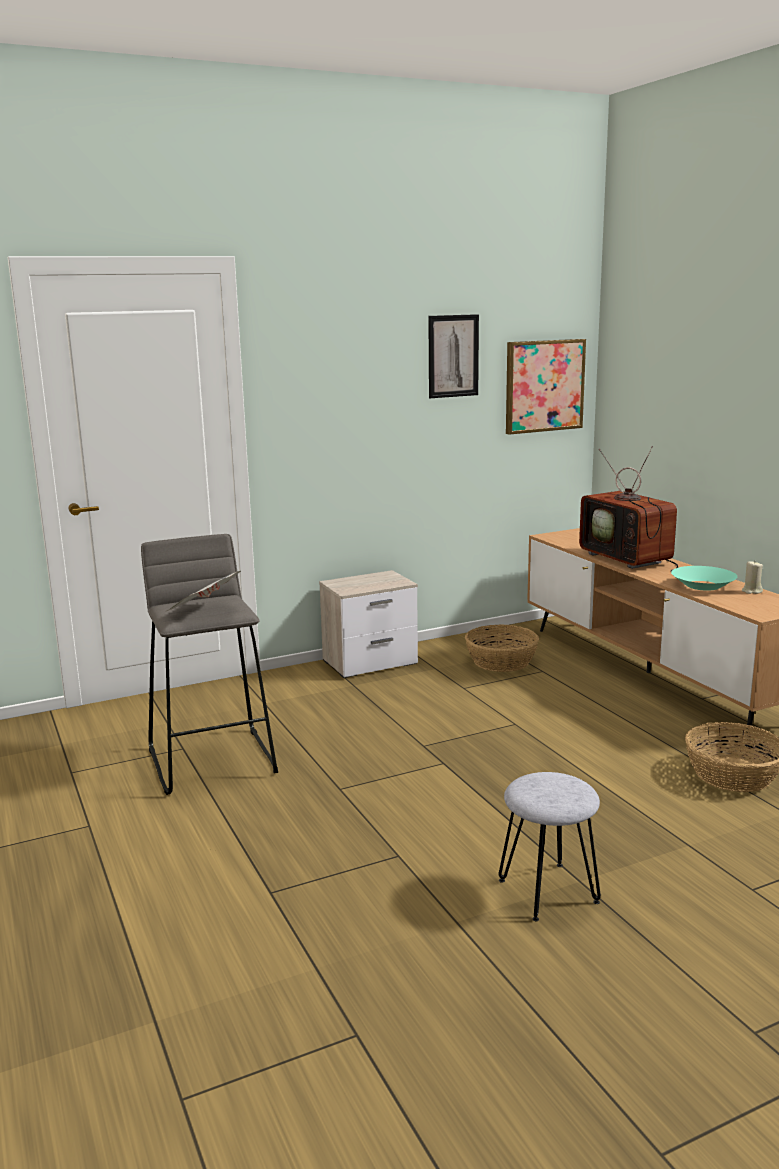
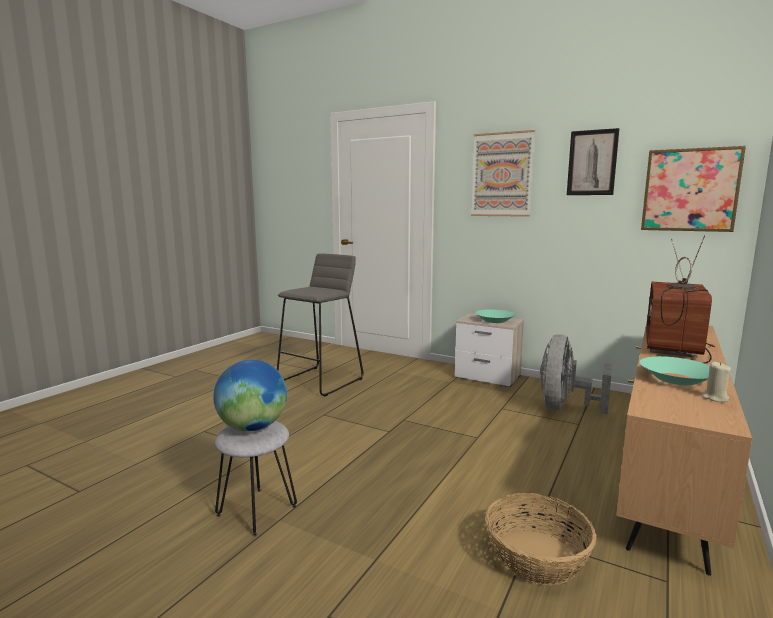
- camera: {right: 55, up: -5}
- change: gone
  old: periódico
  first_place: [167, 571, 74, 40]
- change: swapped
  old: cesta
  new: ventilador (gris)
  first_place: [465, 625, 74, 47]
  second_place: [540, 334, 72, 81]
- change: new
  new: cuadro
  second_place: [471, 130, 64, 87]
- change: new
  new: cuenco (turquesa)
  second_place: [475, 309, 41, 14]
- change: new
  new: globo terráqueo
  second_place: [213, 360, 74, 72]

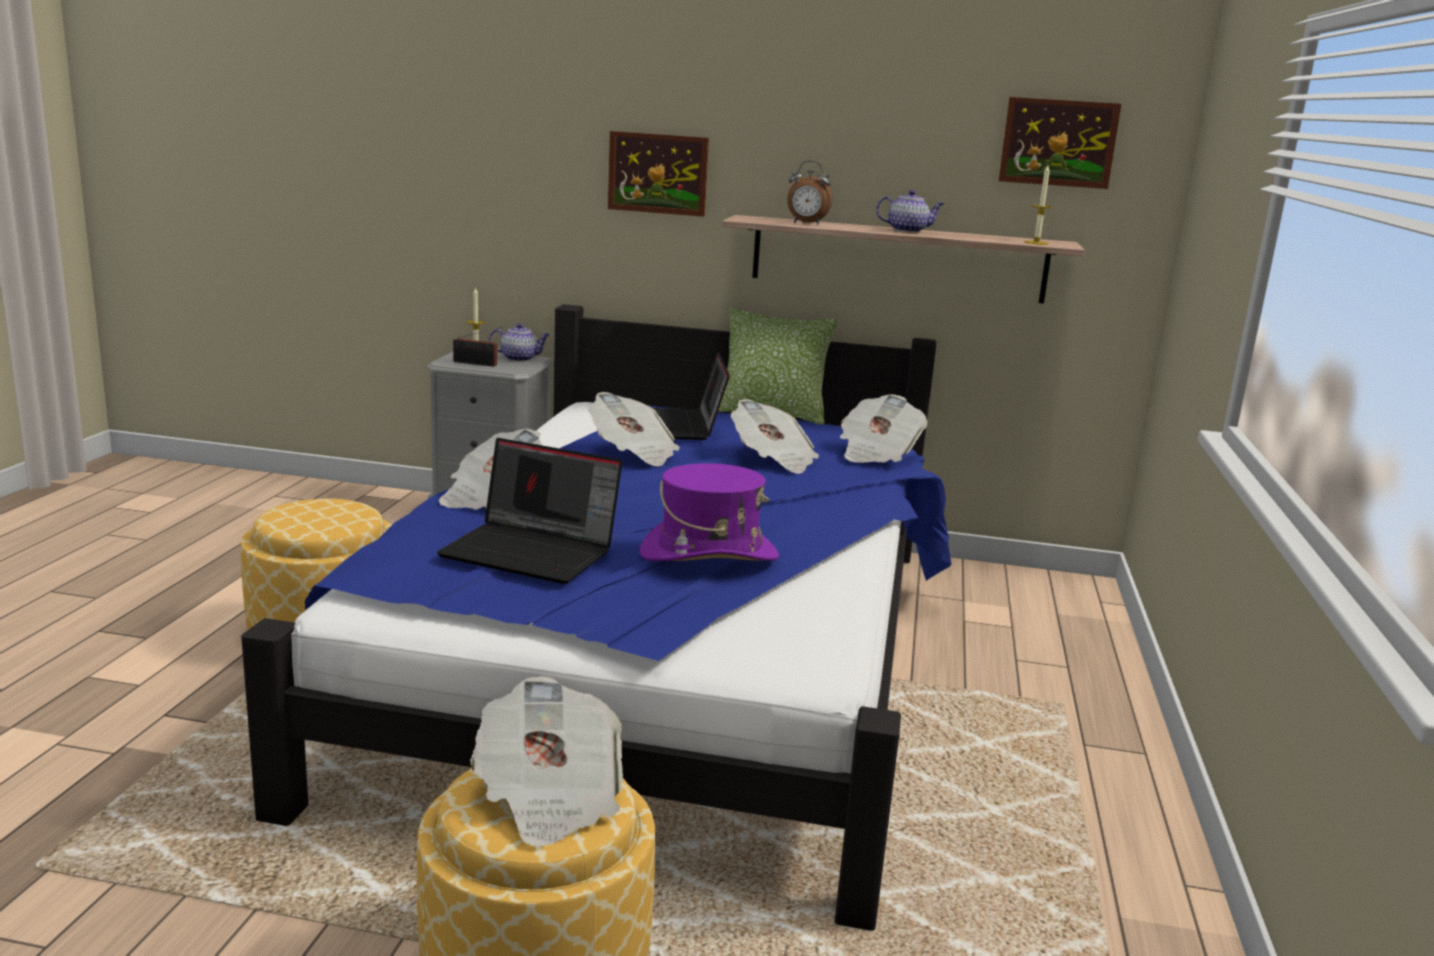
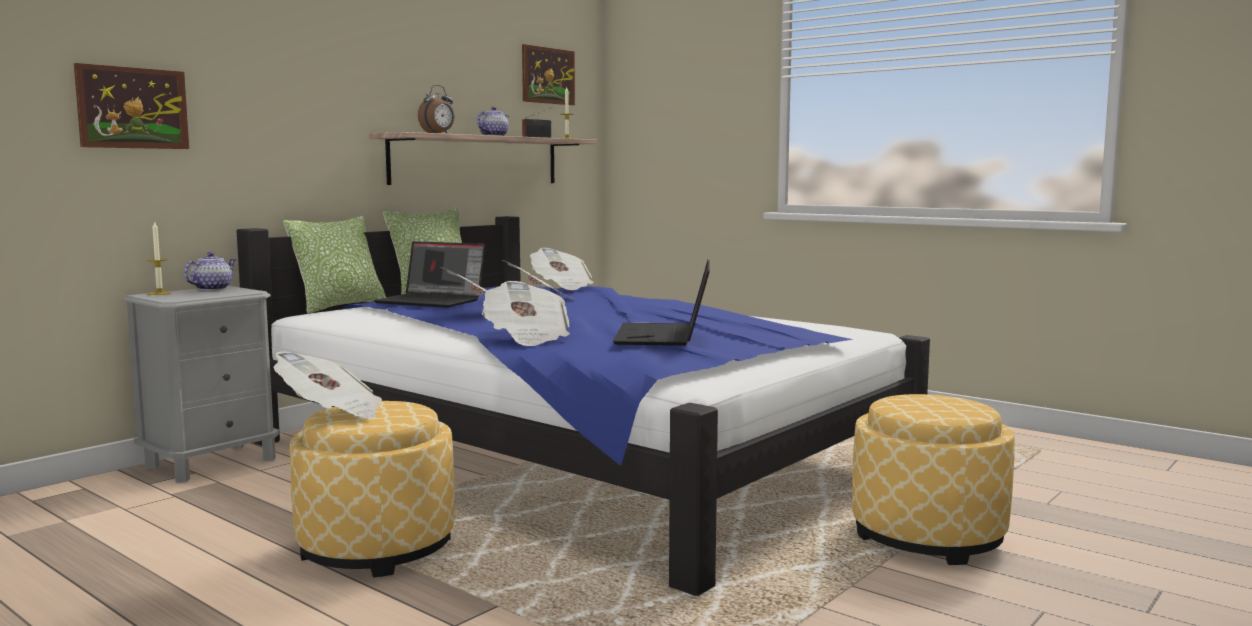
- camera: {right: -60, up: -10}
- change: shifted
  old: cuadro
  first_place: [608, 131, 101, 86]
  second_place: [74, 63, 115, 86]
- change: shifted
  old: radio
  first_place: [453, 327, 48, 40]
  second_place: [522, 108, 29, 30]
- change: rotated
  old: portátil
  first_place: [437, 438, 185, 146]
  second_place: [613, 259, 97, 87]
  degrees: 135
- change: gone
  old: sombrero (morado)
  first_place: [639, 463, 140, 98]
- change: shifted
  old: periódico
  first_place: [470, 676, 153, 171]
  second_place: [273, 351, 109, 68]
- change: new
  new: cojín
  second_place: [283, 216, 103, 98]

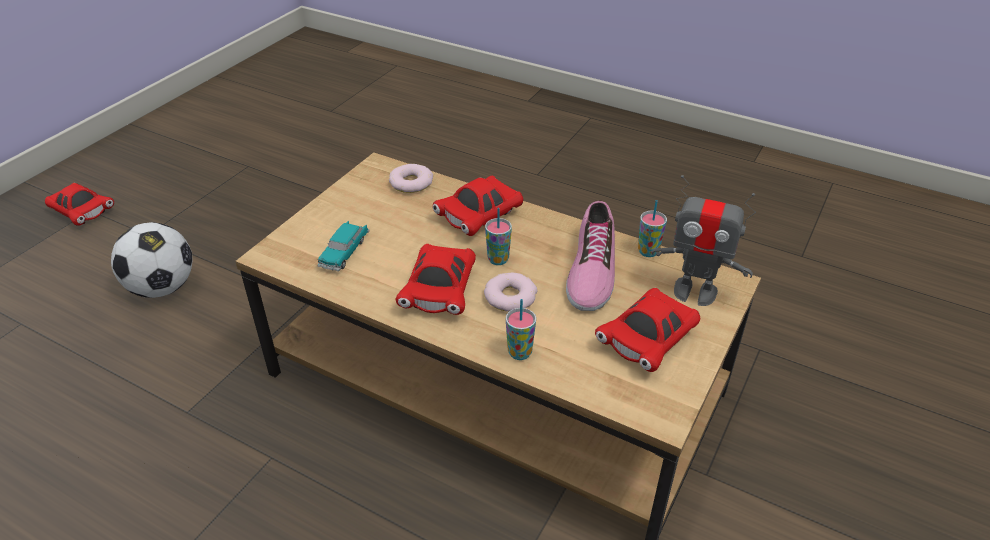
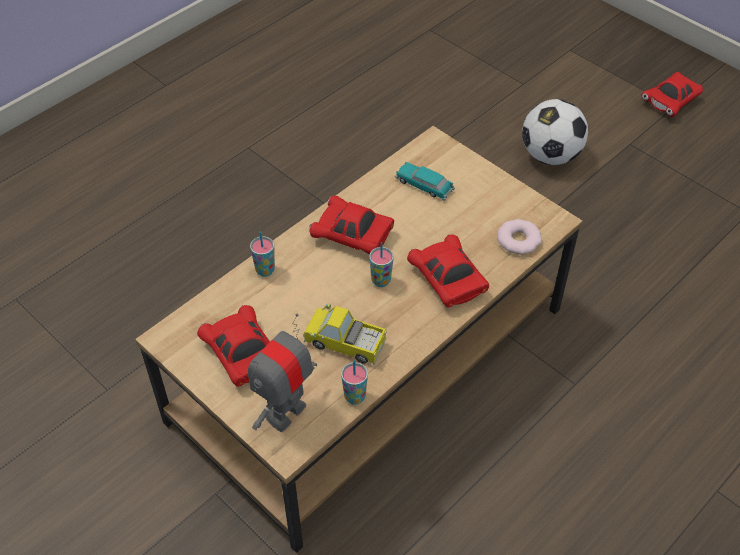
- camera: {right: 105, up: 10}
- change: swapped
  old: zapato
  new: camión de juguete
  first_place: [566, 200, 49, 111]
  second_place: [303, 304, 84, 61]
- change: gone
  old: rosquilla
  first_place: [484, 273, 54, 39]

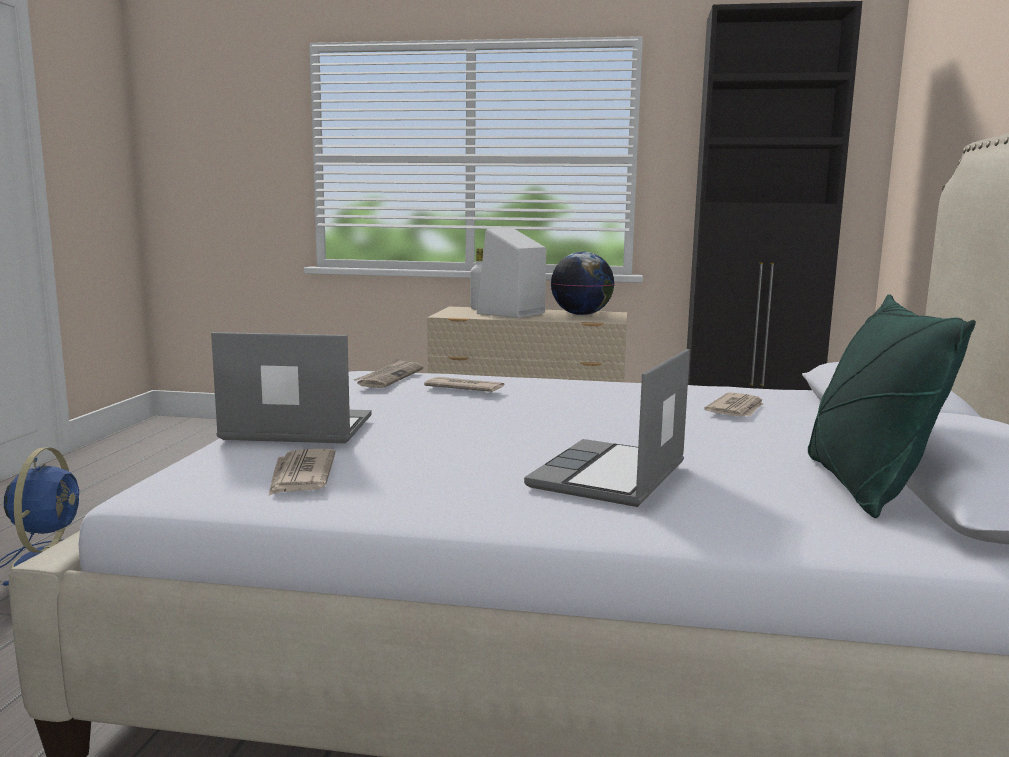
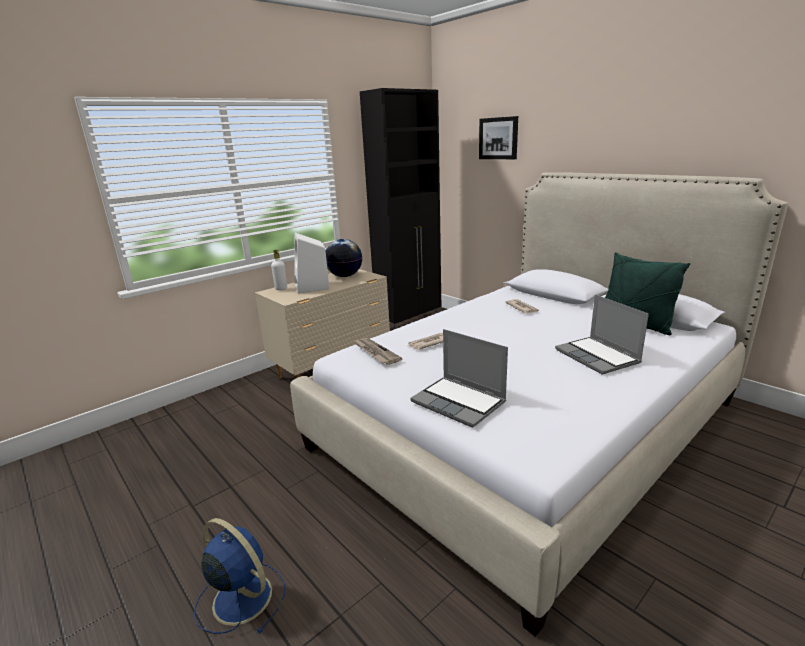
- camera: {right: -50, up: 10}
- change: rotated
  old: portátil
  first_place: [211, 332, 160, 111]
  second_place: [410, 329, 98, 99]
  degrees: -90
- change: gone
  old: periódico
  first_place: [268, 449, 68, 47]
- change: new
  new: cuadro
  second_place: [479, 116, 39, 43]

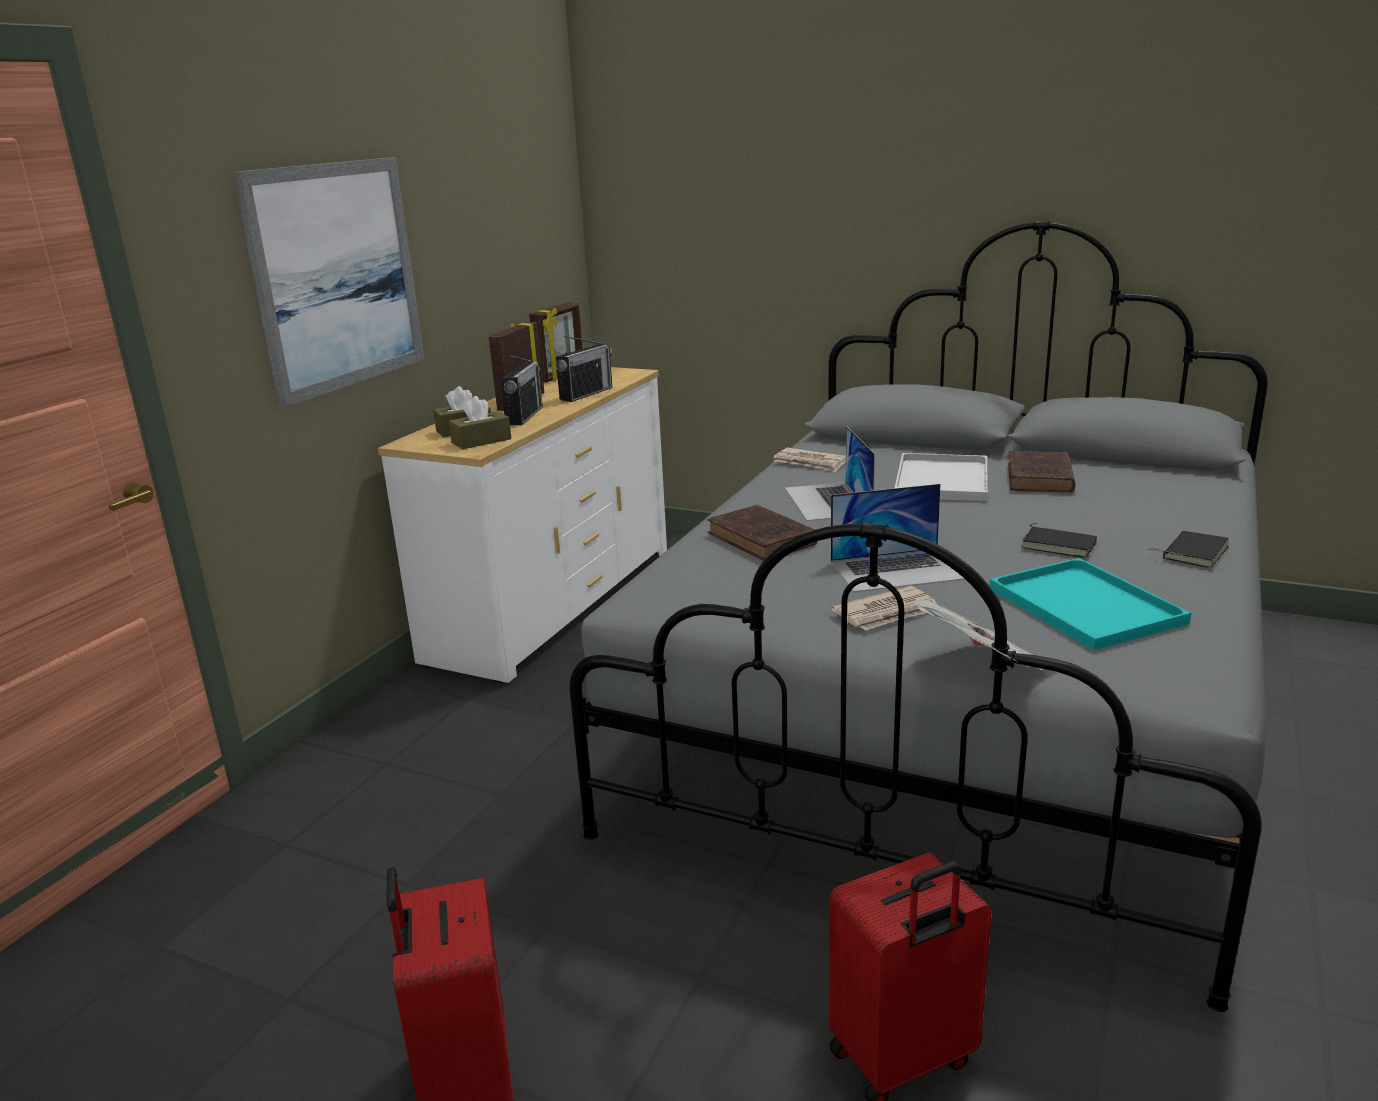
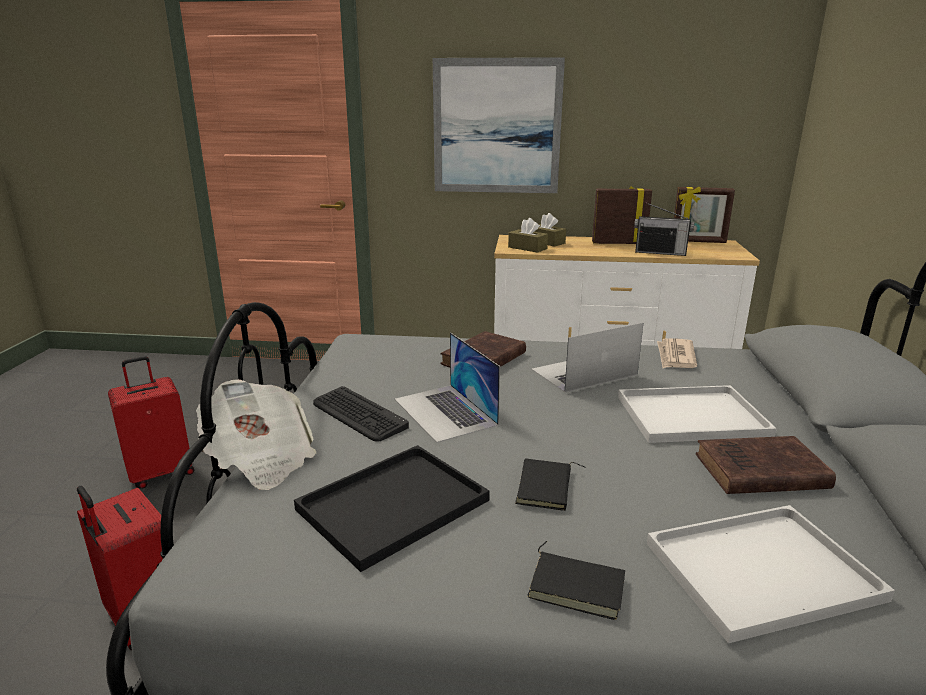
- camera: {right: 70, up: 0}
- change: gone
  old: radio
  first_place: [500, 355, 43, 70]
- change: repainted
  old: bandeja (turquesa)
  new: bandeja (negro)
  first_place: [990, 558, 201, 92]
  second_place: [294, 445, 196, 127]
- change: swapped
  old: periódico
  new: teclado
  first_place: [831, 586, 106, 44]
  second_place: [313, 386, 96, 56]
- change: new
  new: bandeja (blanco)
  second_place: [647, 505, 248, 138]

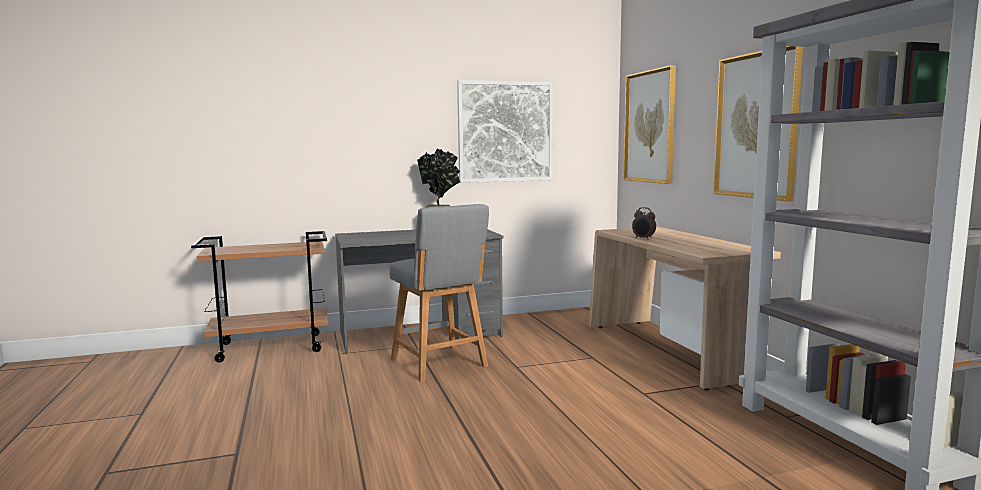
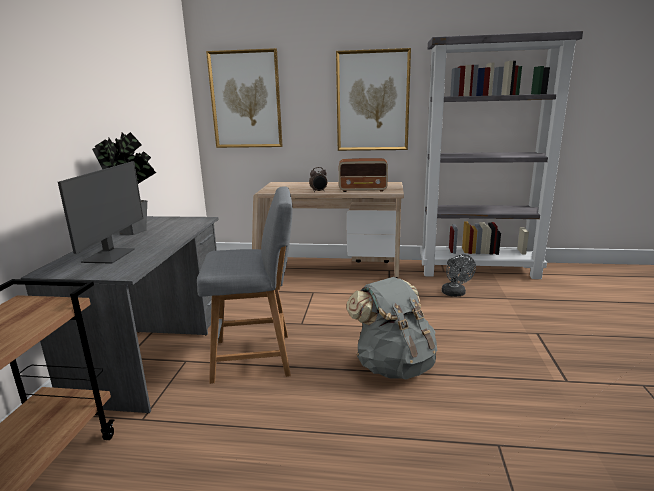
- camera: {right: -65, up: 10}
- change: gone
  old: cuadro
  first_place: [457, 80, 96, 103]
- change: new
  new: radio
  second_place: [339, 158, 49, 34]
- change: new
  new: monitor
  second_place: [58, 161, 86, 103]
- change: new
  new: ventilador (gris)
  second_place: [442, 254, 34, 43]
- change: new
  new: mochila (gris)
  second_place: [347, 277, 91, 102]

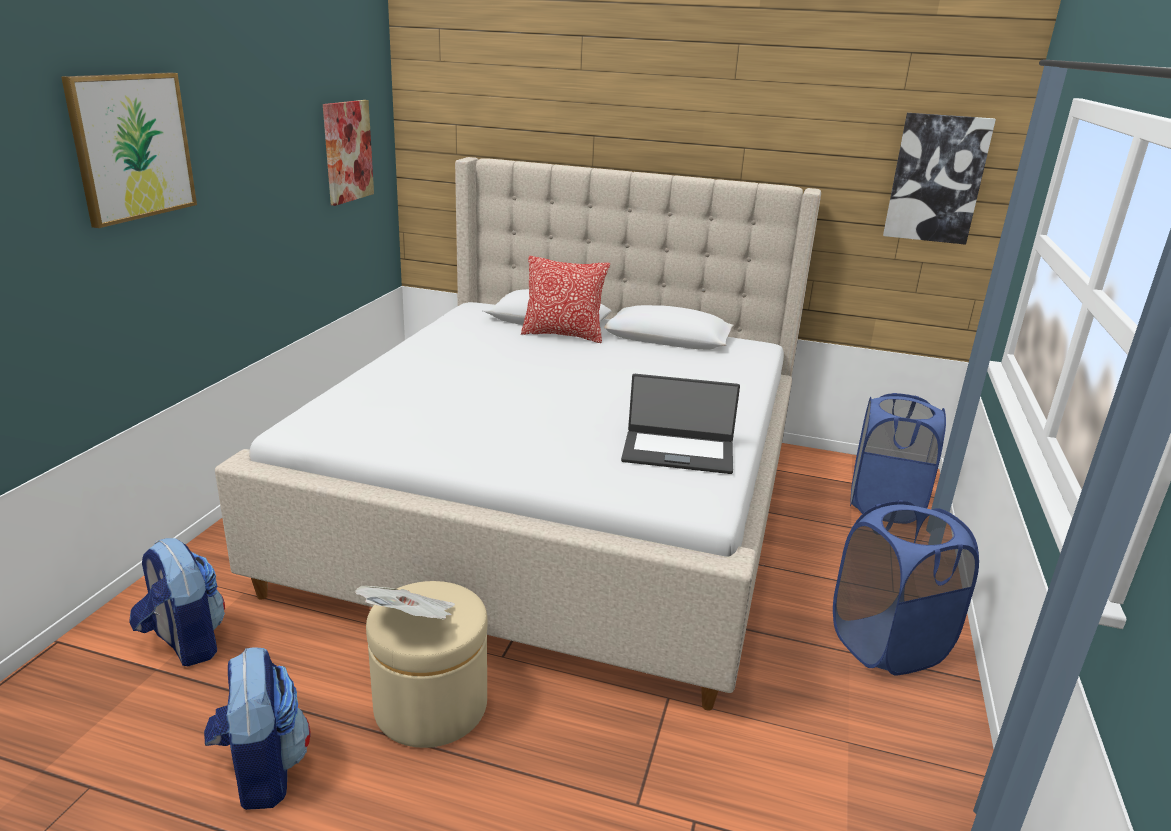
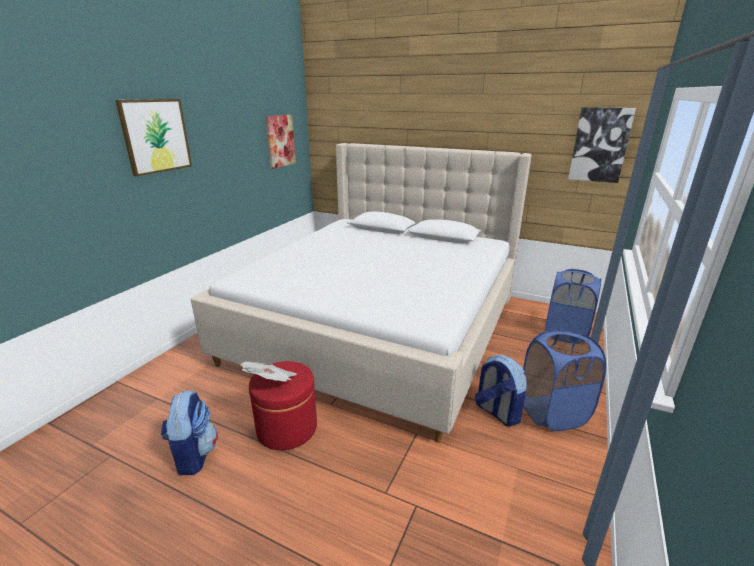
- camera: {right: 10, up: 0}
- change: gone
  old: cojín
  first_place: [521, 256, 89, 87]
- change: gone
  old: portátil
  first_place: [621, 374, 119, 100]
- change: shifted
  old: mochila
  first_place: [129, 538, 96, 128]
  second_place: [475, 355, 52, 71]
- change: repainted
  old: puf (beis)
  new: puf (rojo)
  first_place: [366, 581, 121, 167]
  second_place: [249, 361, 68, 89]

